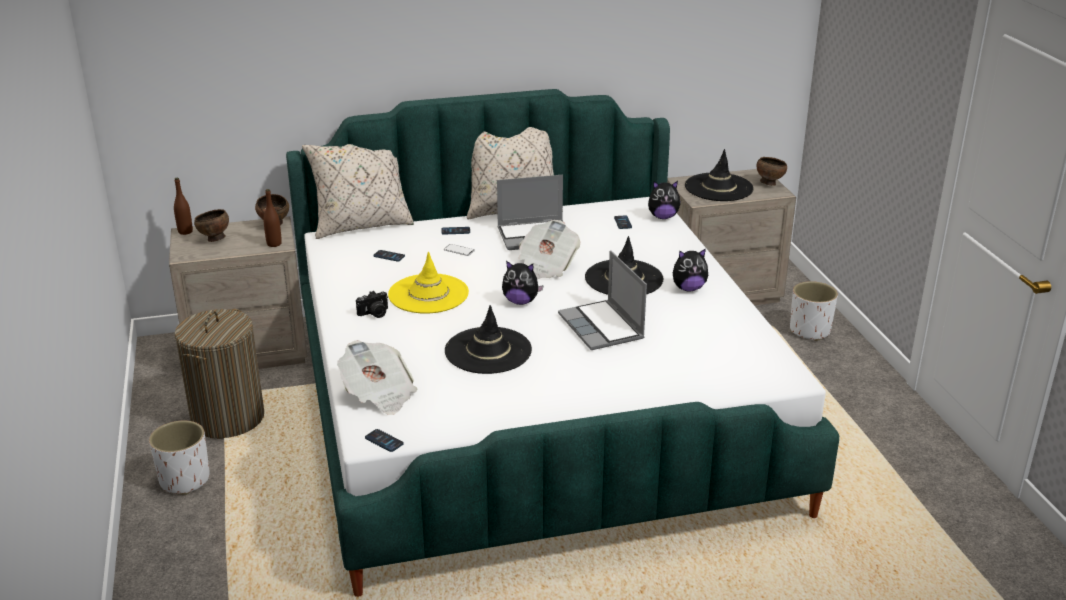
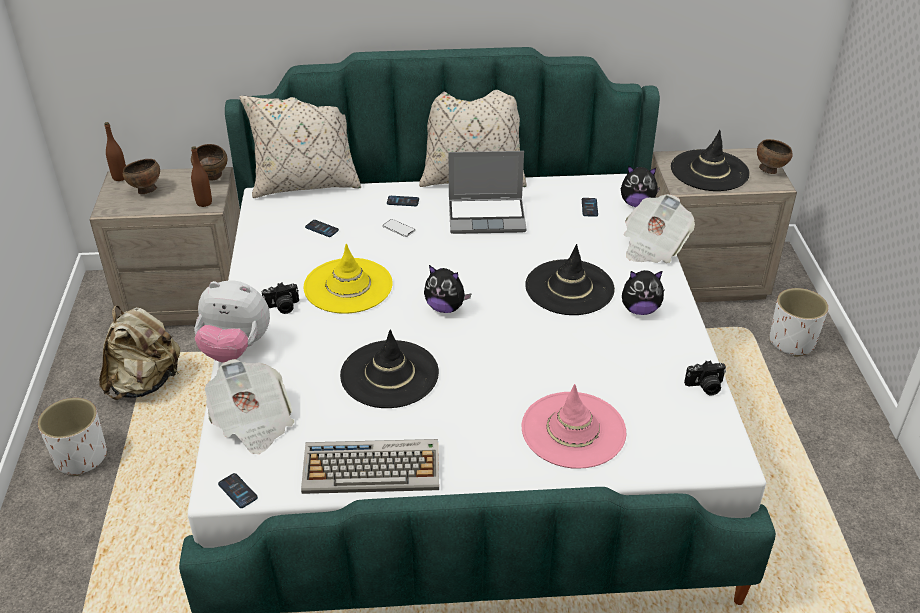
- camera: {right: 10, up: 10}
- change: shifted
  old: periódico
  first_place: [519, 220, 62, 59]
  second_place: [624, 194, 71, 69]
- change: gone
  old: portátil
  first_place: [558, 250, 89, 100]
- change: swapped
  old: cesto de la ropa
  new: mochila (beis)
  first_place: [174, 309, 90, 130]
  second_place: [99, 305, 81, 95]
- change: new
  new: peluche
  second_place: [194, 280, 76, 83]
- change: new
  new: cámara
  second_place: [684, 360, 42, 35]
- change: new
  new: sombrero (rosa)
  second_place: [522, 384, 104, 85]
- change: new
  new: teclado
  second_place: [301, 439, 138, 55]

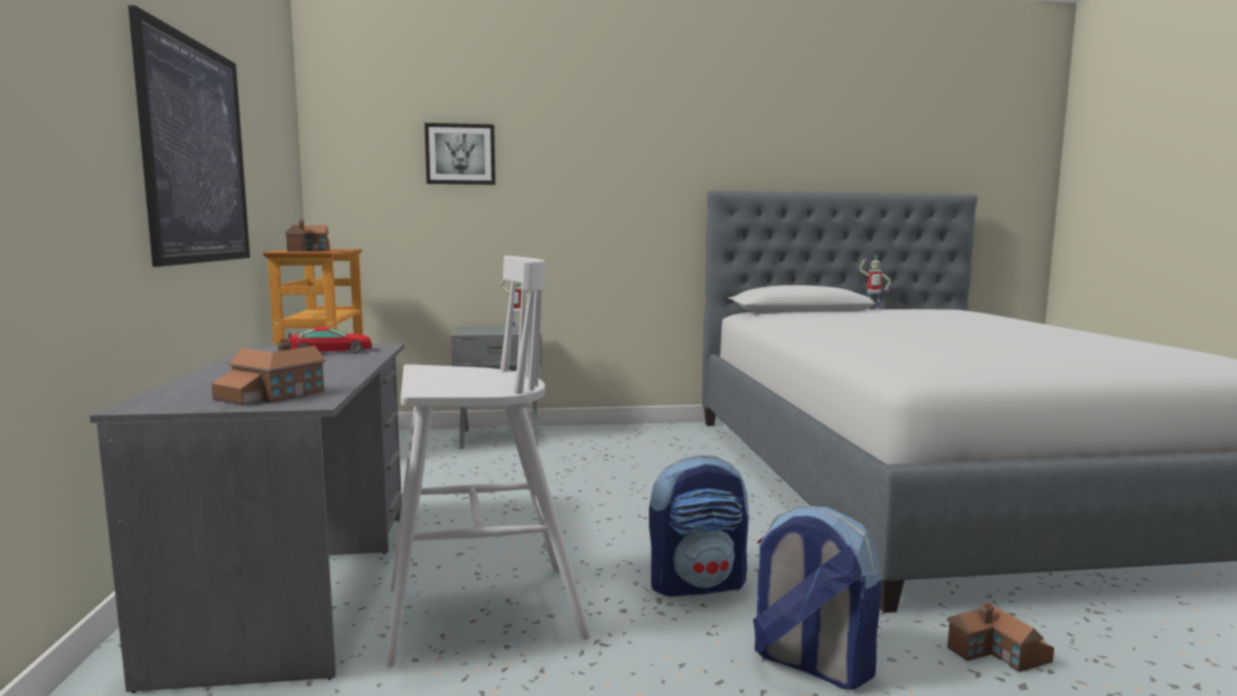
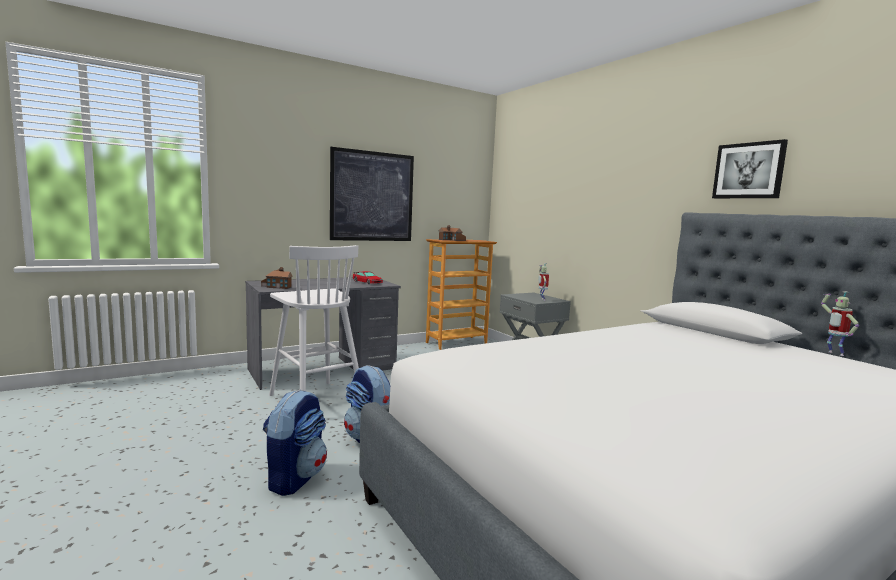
- camera: {right: 65, up: 0}
- change: shifted
  old: cuadro
  first_place: [425, 123, 70, 62]
  second_place: [712, 139, 76, 59]
- change: gone
  old: casita
  first_place: [947, 603, 107, 69]

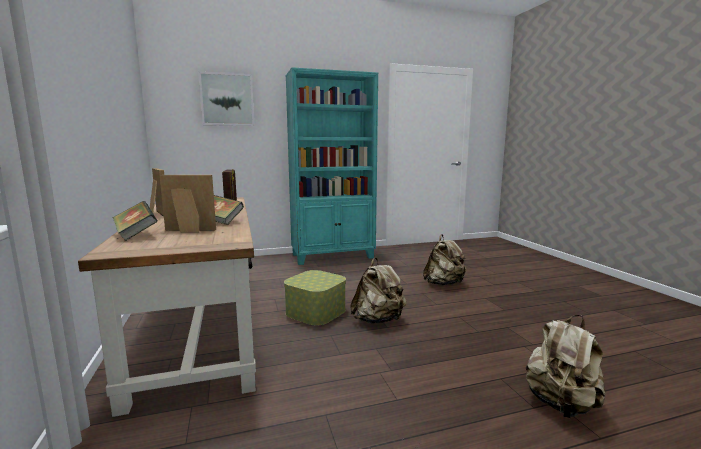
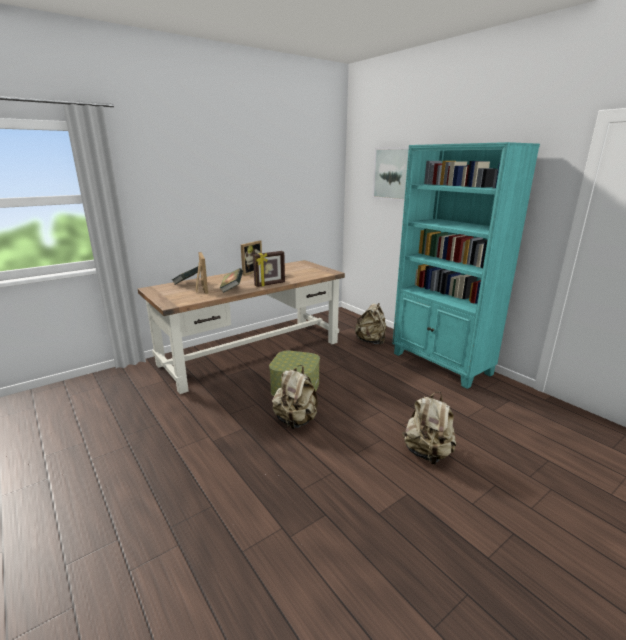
- camera: {right: 70, up: 10}
- change: shifted
  old: mochila (beis)
  first_place: [526, 315, 80, 103]
  second_place: [355, 303, 32, 42]

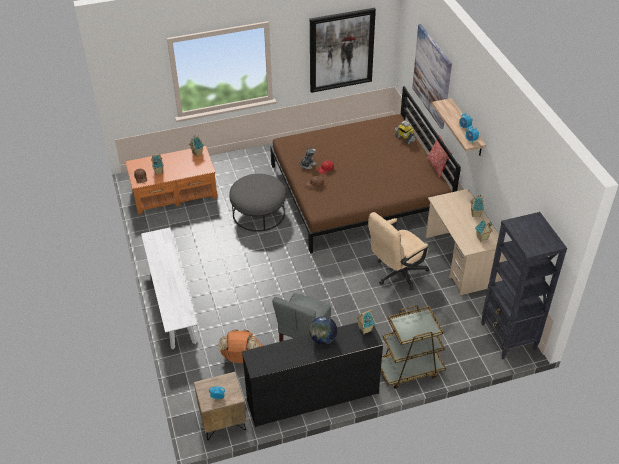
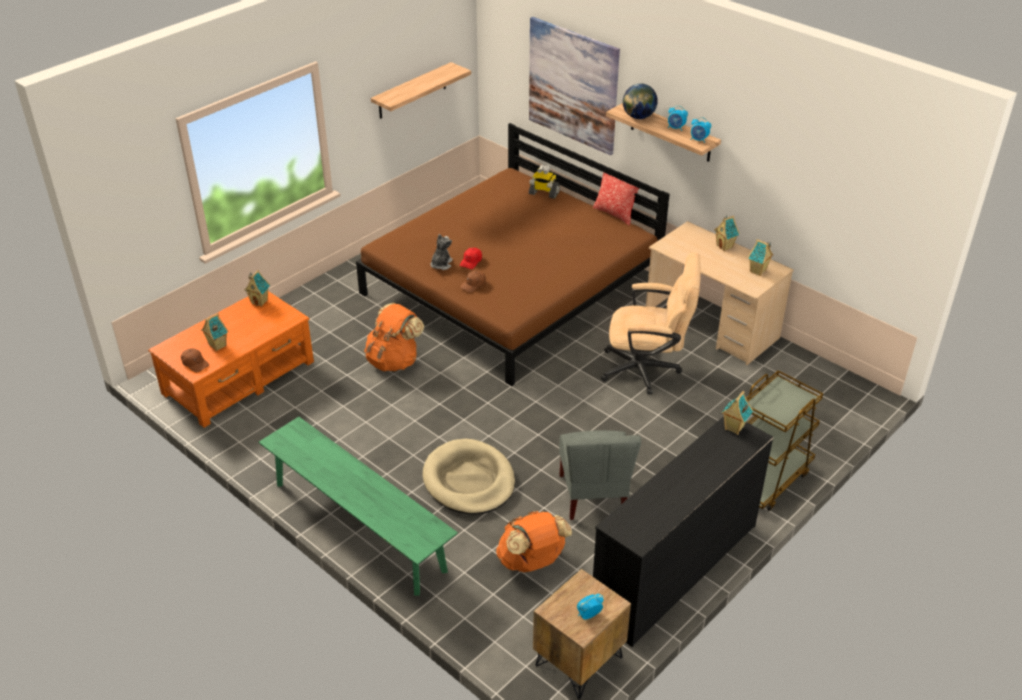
- camera: {right: -30, up: -5}
- change: swapped
  old: cuadro
  new: estante
  first_place: [310, 8, 66, 85]
  second_place: [371, 62, 100, 57]
- change: swapped
  old: puf (gris)
  new: mochila (naranja)
  first_place: [229, 174, 57, 58]
  second_place: [364, 303, 60, 68]
- change: rotated
  old: silla de oficina (beis)
  first_place: [368, 212, 61, 78]
  second_place: [601, 252, 100, 142]
  degrees: -105
- change: gone
  old: estantería (negro)
  first_place: [481, 212, 86, 148]
- change: repainted
  old: banco (blanco)
  new: banco (verde)
  first_place: [141, 228, 56, 121]
  second_place: [259, 417, 199, 179]
- change: shifted
  old: globo terráqueo
  first_place: [309, 316, 28, 29]
  second_place: [623, 83, 35, 36]
- change: new
  new: cama para perro (beis)
  second_place: [423, 439, 92, 75]

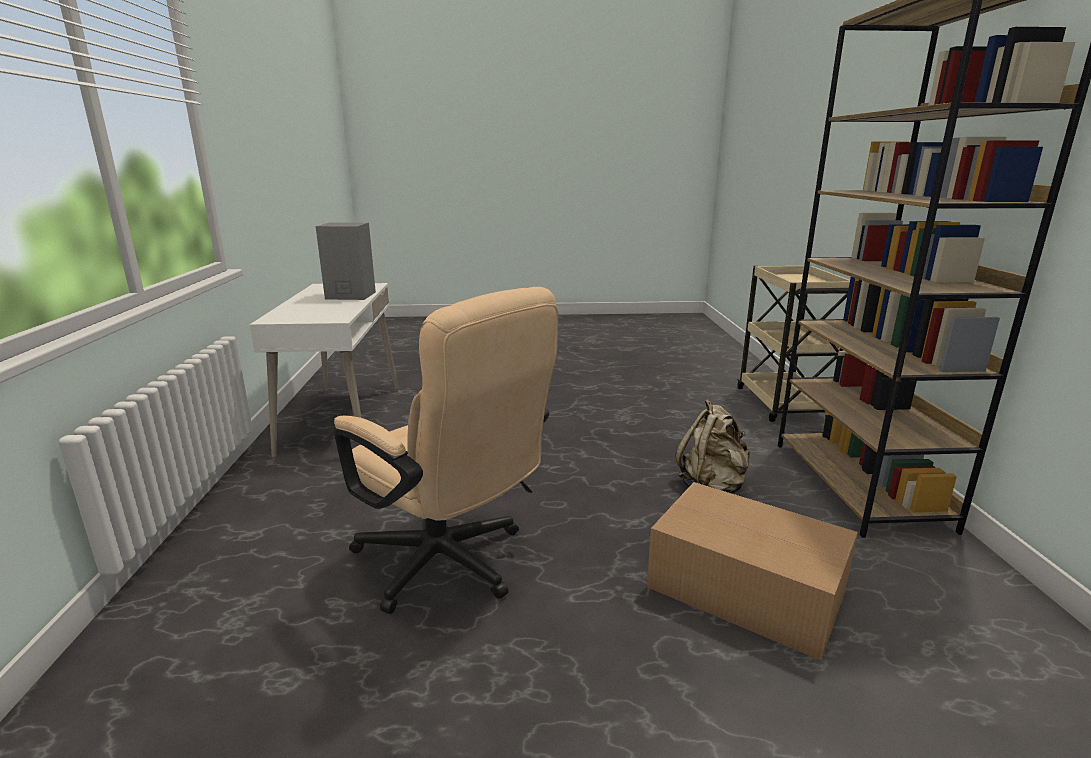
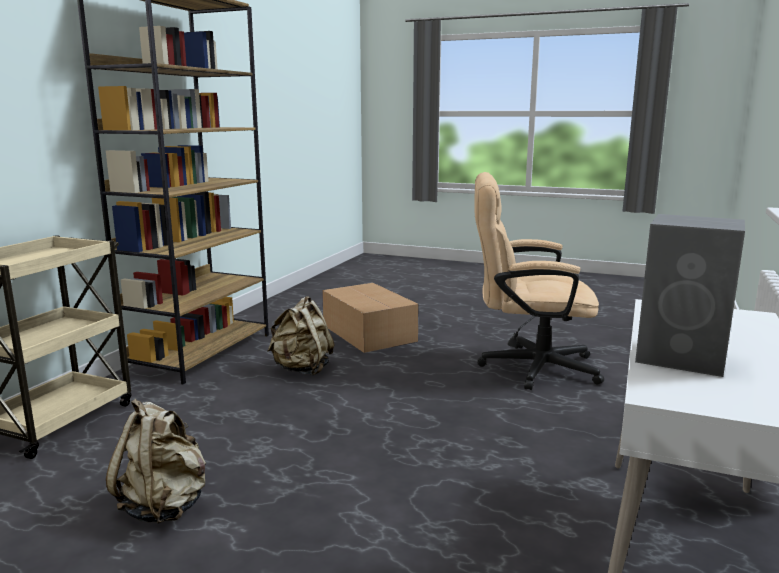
- camera: {right: -155, up: -5}
- change: rotated
  old: silla de oficina (beis)
  first_place: [334, 287, 224, 327]
  second_place: [474, 172, 130, 218]
  degrees: -60
- change: new
  new: mochila (beis)
  second_place: [106, 399, 100, 125]

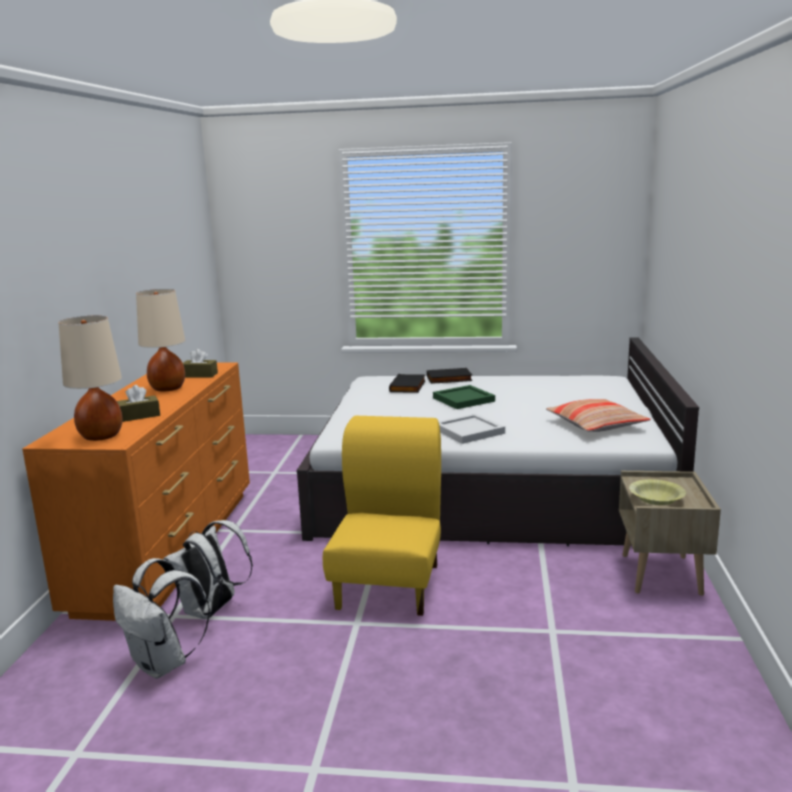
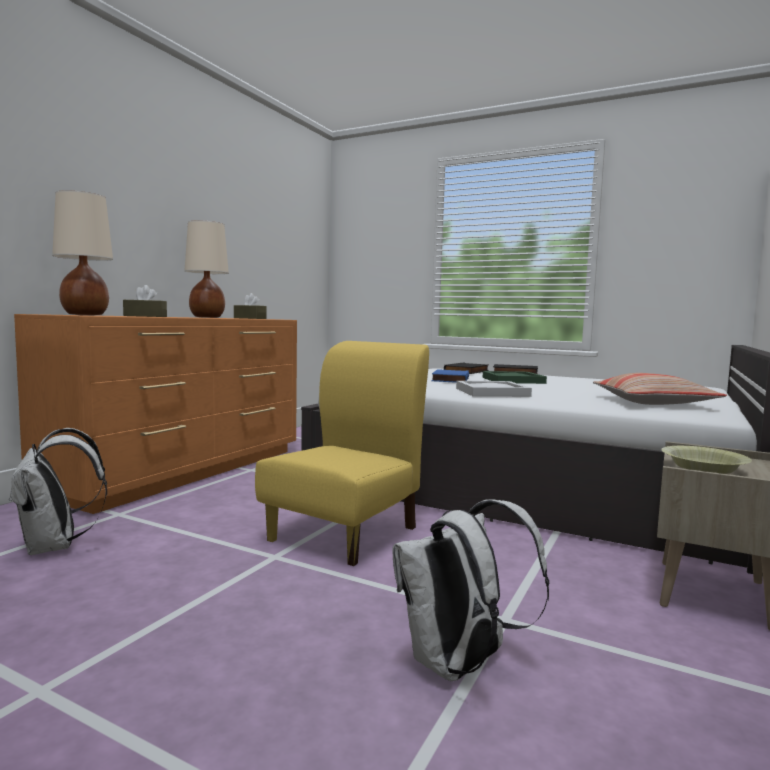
- camera: {right: 20, up: -10}
- change: shifted
  old: mochila (blanco)
  first_place: [163, 520, 90, 99]
  second_place: [392, 499, 157, 182]
- change: new
  new: libro (azul)
  second_place: [431, 369, 38, 14]

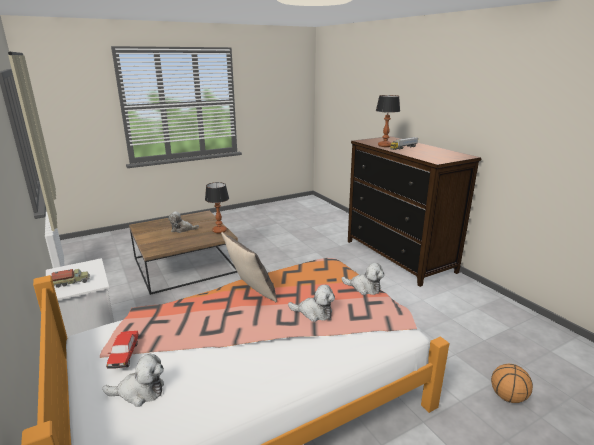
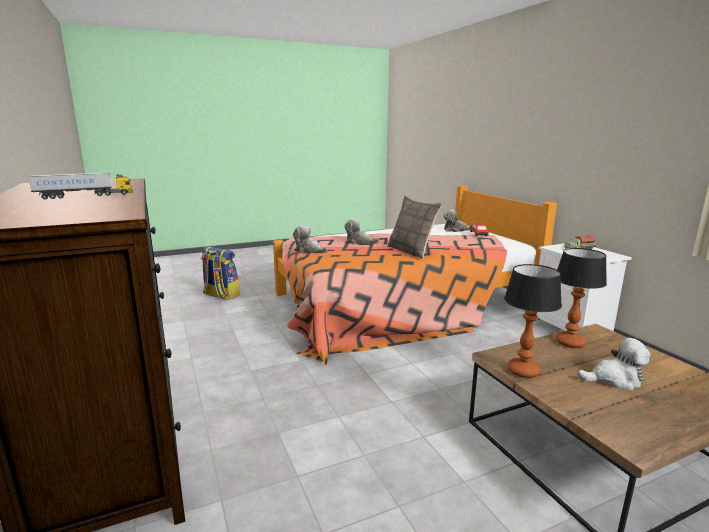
- camera: {right: -175, up: -5}
- change: shifted
  old: lámpara de mesa
  first_place: [376, 95, 24, 52]
  second_place: [555, 248, 52, 100]
- change: swapped
  old: balón de baloncesto
  new: mochila
  first_place: [491, 364, 42, 39]
  second_place: [201, 246, 39, 54]

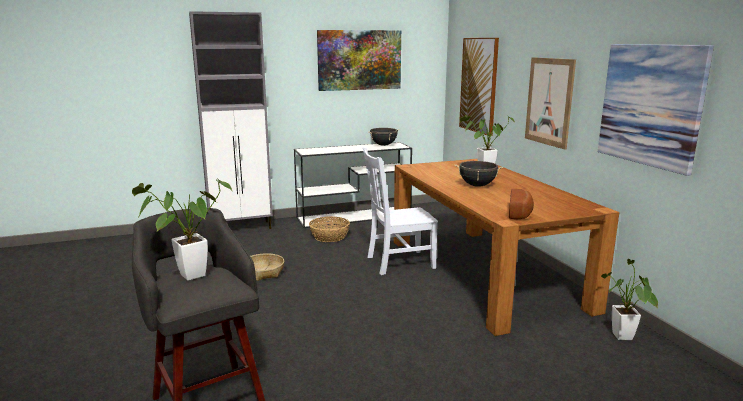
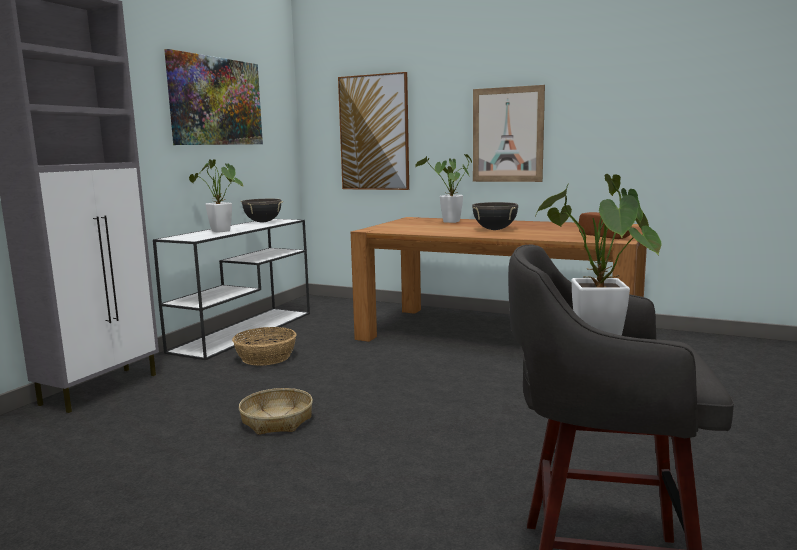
- camera: {right: -45, up: -5}
- change: gone
  old: cuadro
  first_place: [598, 44, 116, 132]
- change: gone
  old: silla (blanco)
  first_place: [363, 147, 75, 128]
- change: shifted
  old: planta en maceta
  first_place: [601, 259, 57, 81]
  second_place: [189, 159, 54, 74]

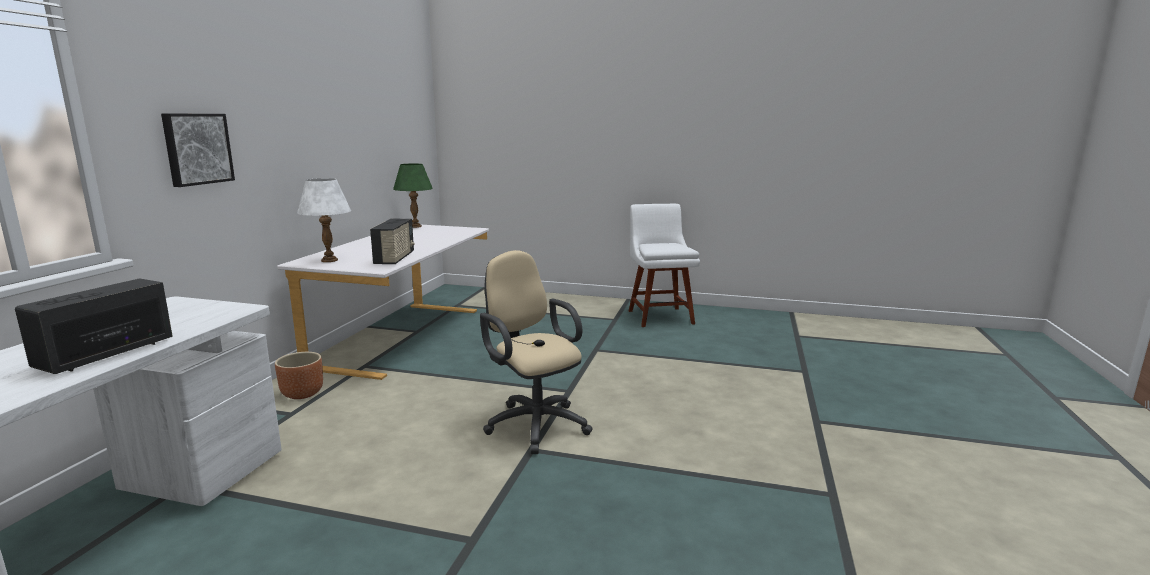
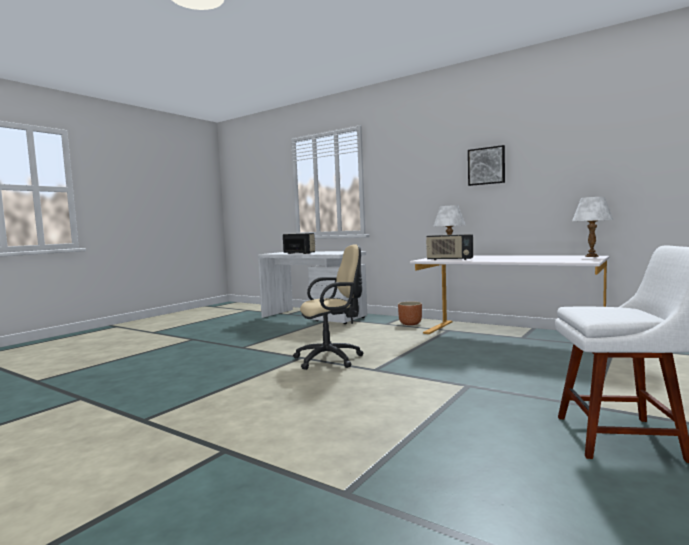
- camera: {right: 110, up: -10}
- change: shifted
  old: cuadro
  first_place: [161, 114, 74, 73]
  second_place: [468, 145, 37, 41]
- change: repainted
  old: lámpara de mesa (verde)
  new: lámpara de mesa (blanco)
  first_place: [393, 164, 40, 64]
  second_place: [572, 197, 41, 60]

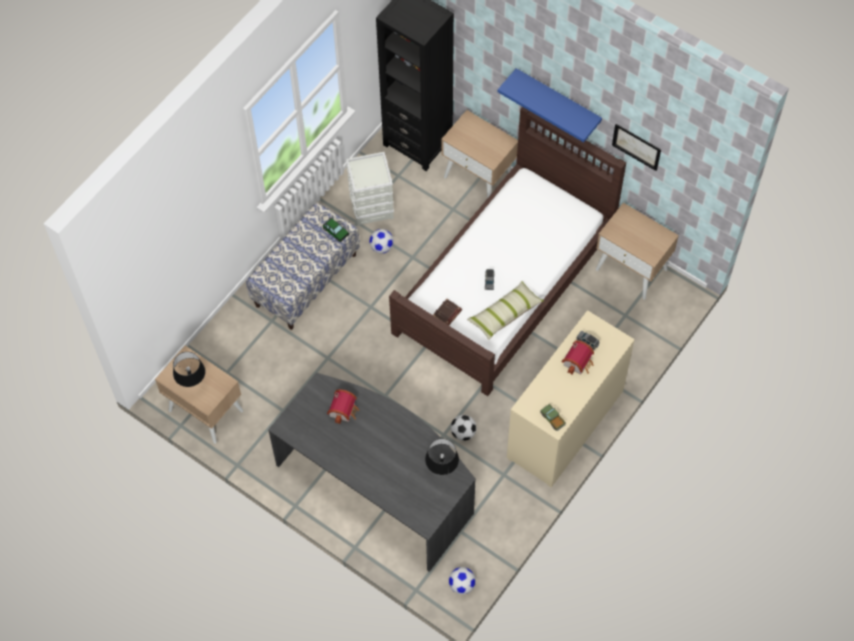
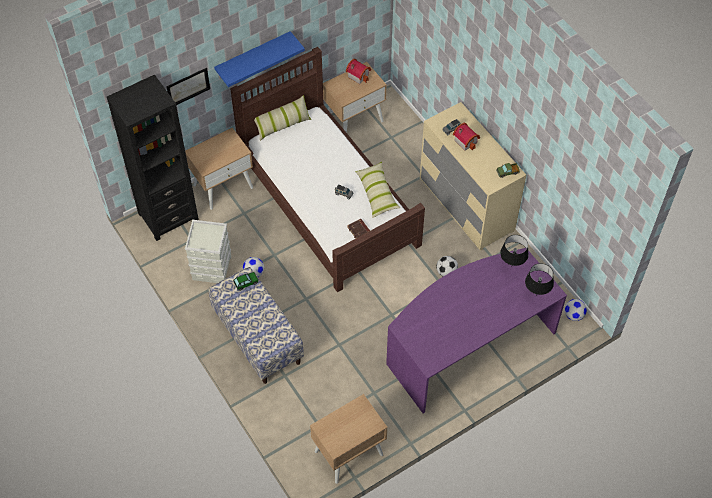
- camera: {right: -70, up: -5}
- change: shifted
  old: cuadro
  first_place: [612, 124, 49, 47]
  second_place: [166, 68, 44, 37]
- change: shifted
  old: lámpara de mesa (negro)
  first_place: [173, 352, 32, 35]
  second_place: [525, 263, 29, 32]
- change: repainted
  old: escritorio (gris)
  new: escritorio (morado)
  first_place: [268, 372, 208, 200]
  second_place: [386, 248, 181, 165]
- change: shifted
  old: casita
  first_place: [327, 389, 32, 35]
  second_place: [346, 59, 25, 25]
- change: new
  new: cojín
  second_place: [254, 95, 57, 46]

